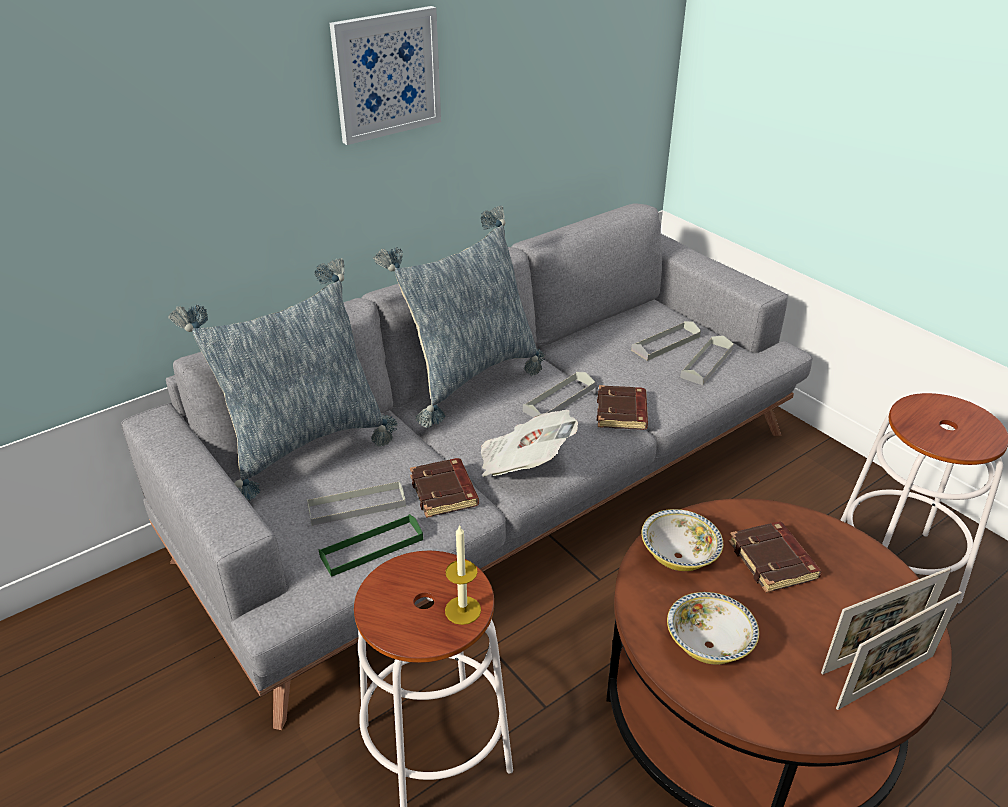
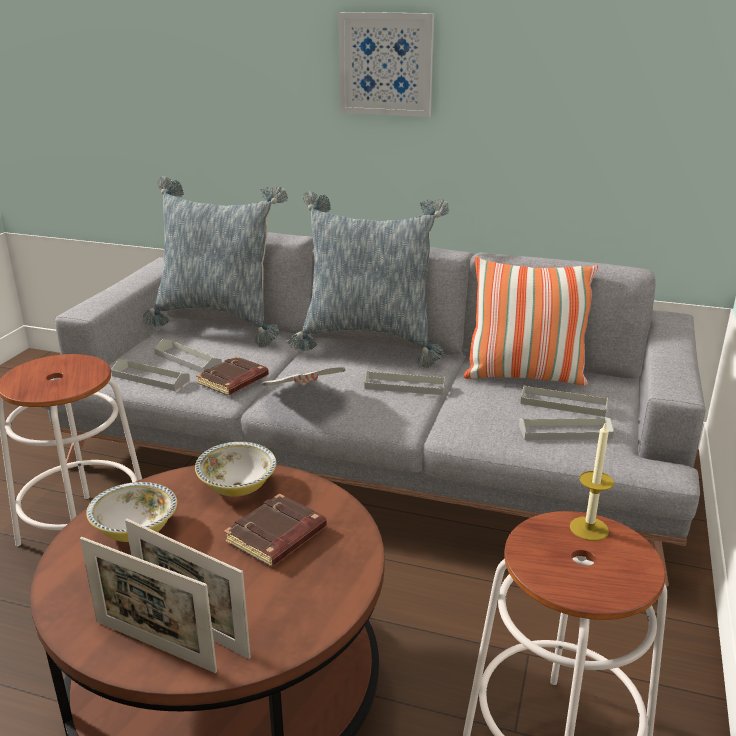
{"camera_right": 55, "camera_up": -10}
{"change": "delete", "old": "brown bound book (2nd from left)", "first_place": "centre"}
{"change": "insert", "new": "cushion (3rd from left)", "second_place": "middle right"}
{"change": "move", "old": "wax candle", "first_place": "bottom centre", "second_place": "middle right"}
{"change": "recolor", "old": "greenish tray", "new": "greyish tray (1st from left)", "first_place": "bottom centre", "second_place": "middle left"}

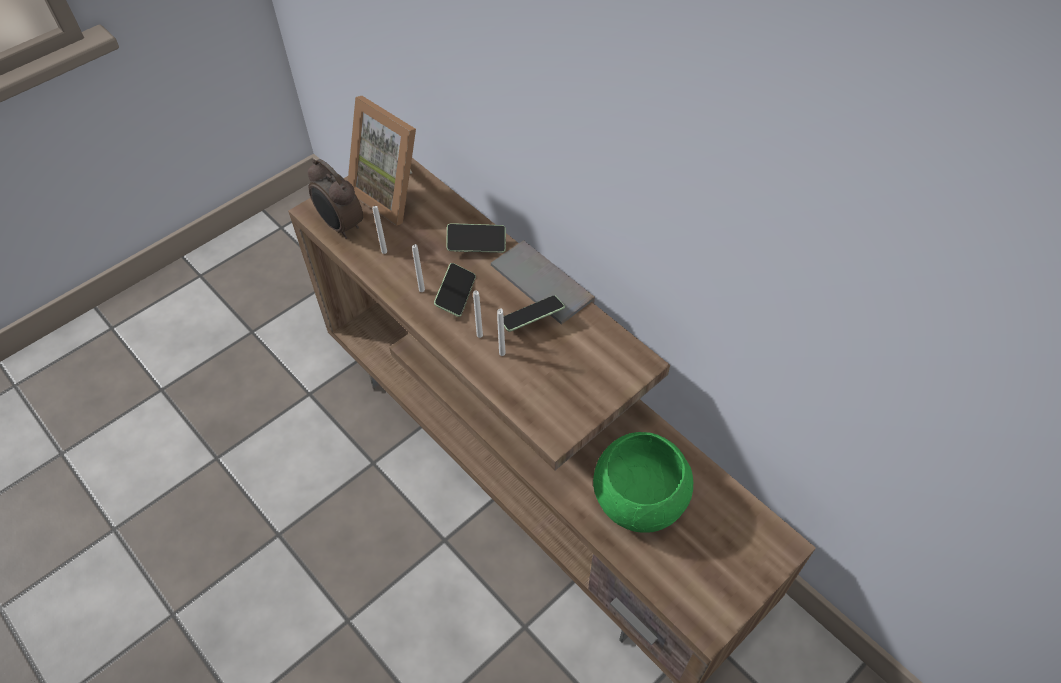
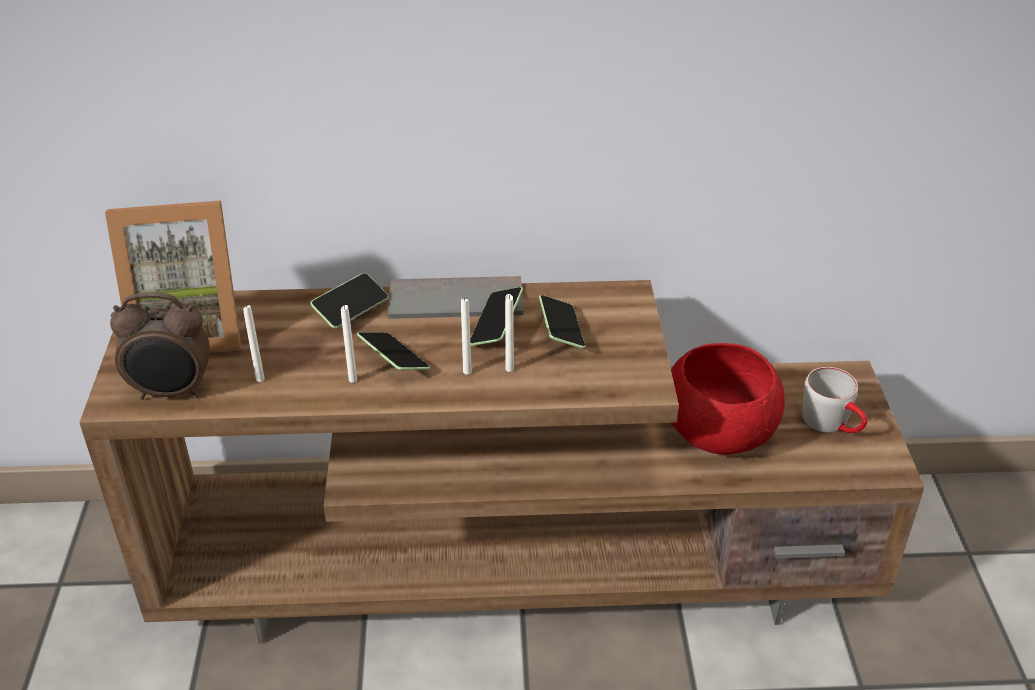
{"camera_right": -50, "camera_up": -15}
{"change": "insert", "new": "handset (4th from left)", "second_place": "centre"}
{"change": "insert", "new": "greyish tea mug", "second_place": "middle right"}
{"change": "recolor", "old": "greenish deep dish", "new": "reddish deep dish", "first_place": "bottom centre", "second_place": "middle right"}

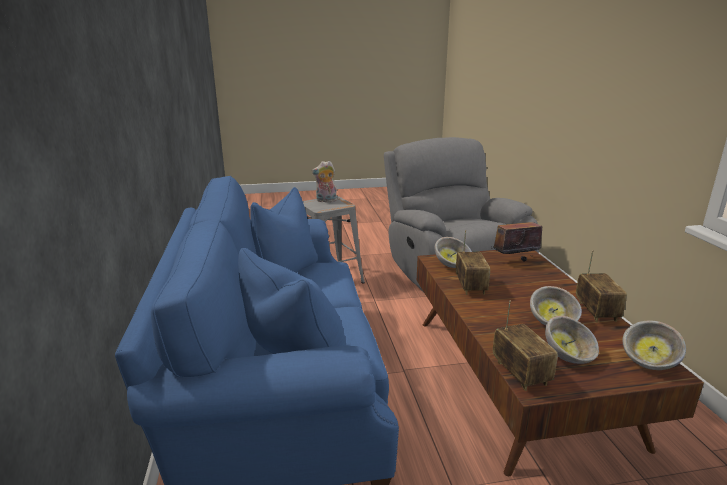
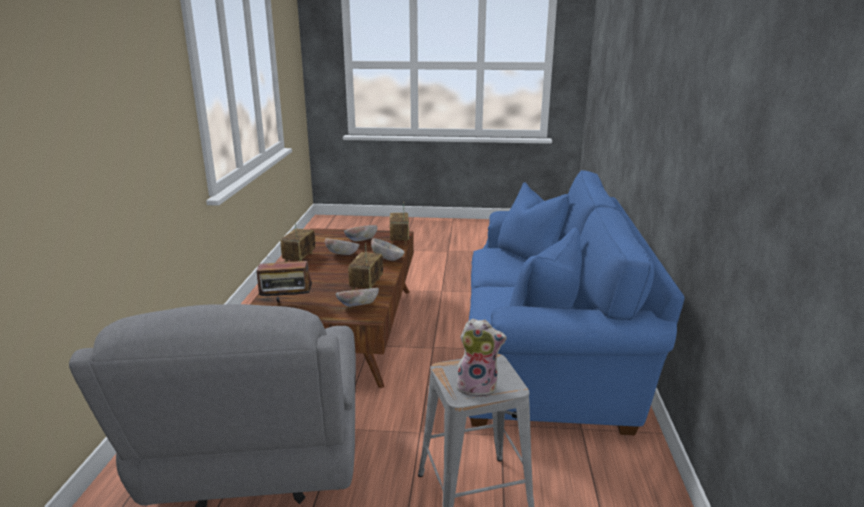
{"camera_right": -165, "camera_up": 0}
{"change": "move", "old": "deep dish (4th from left)", "first_place": "bottom right", "second_place": "centre"}

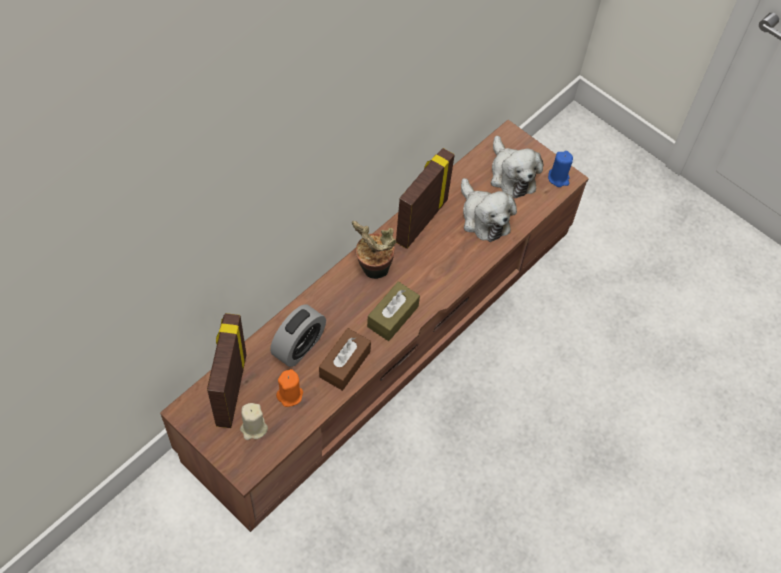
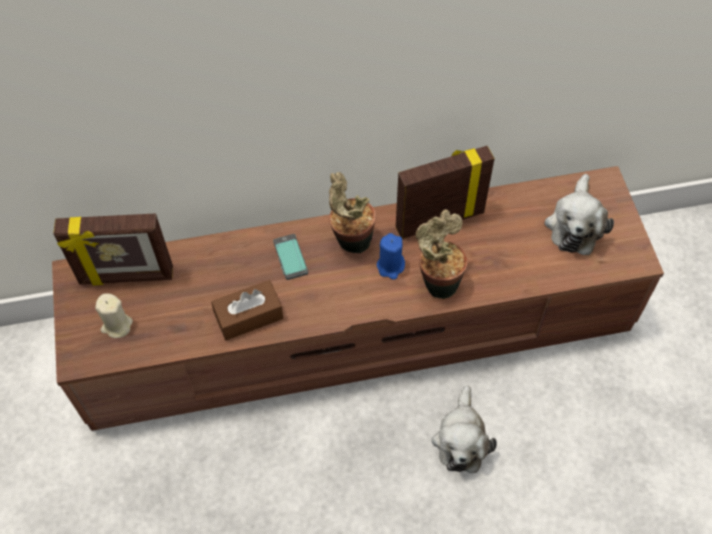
{"camera_right": 40, "camera_up": 0}
{"change": "delete", "old": "table clock", "first_place": "centre"}
{"change": "delete", "old": "orange-coloured wax candle", "first_place": "bottom centre"}
{"change": "delete", "old": "brown box of tissues (2nd from left)", "first_place": "centre"}
{"change": "insert", "new": "handset", "second_place": "centre"}
{"change": "insert", "new": "houseplant (2nd from left)", "second_place": "centre"}
{"change": "move", "old": "cuddly toy (1st from left)", "first_place": "centre", "second_place": "bottom centre"}
{"change": "move", "old": "bluish wax candle", "first_place": "top right", "second_place": "centre"}
{"change": "rotate", "old": "standing frame (1st from left)", "first_place": "middle left", "second_place": "middle left", "degrees": -135}

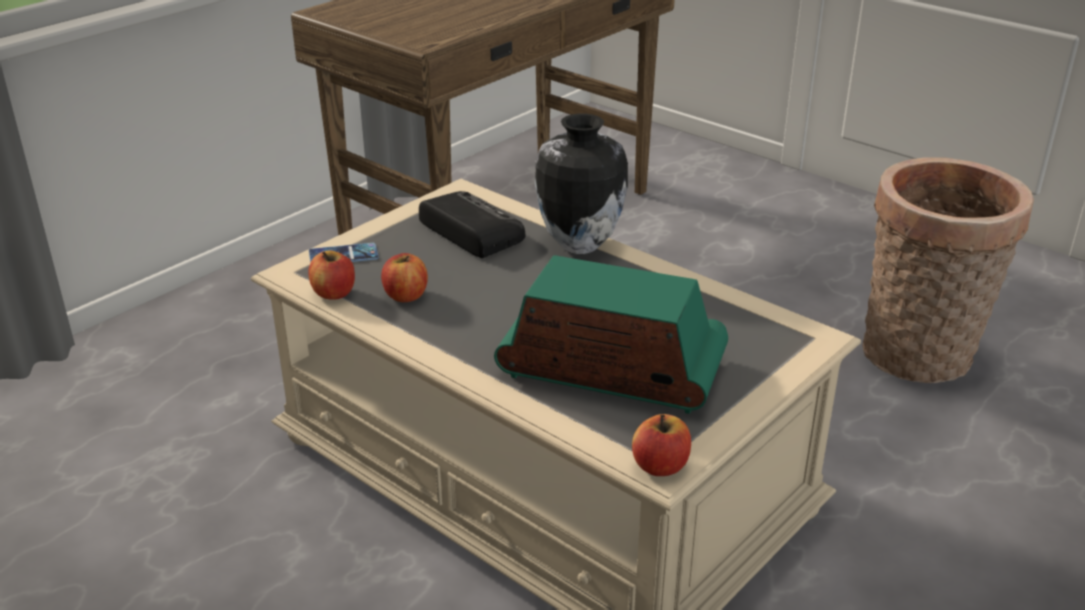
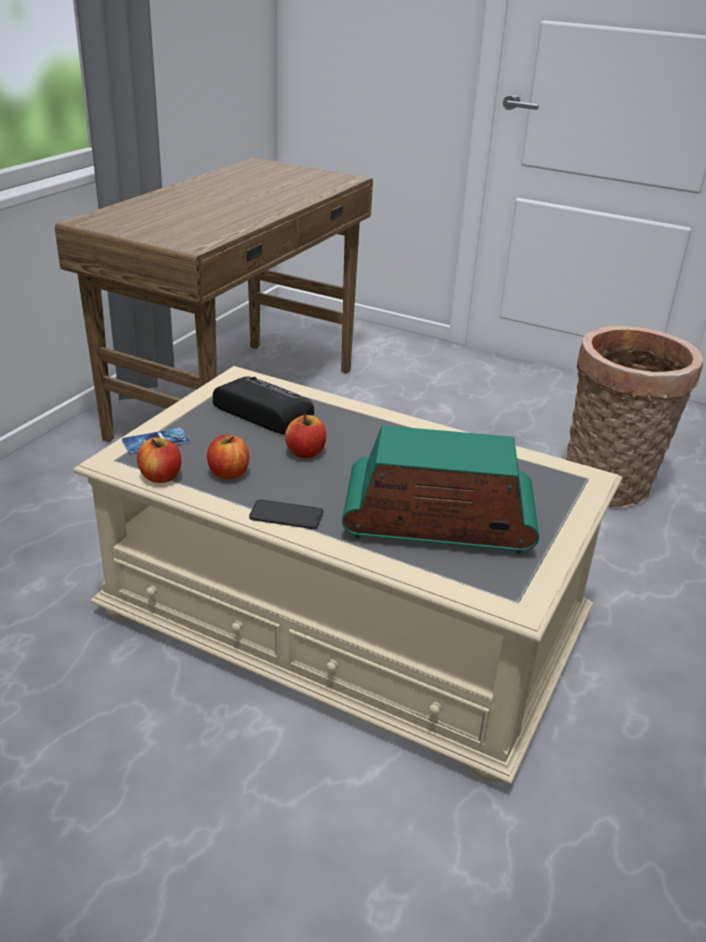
{"camera_right": -15, "camera_up": 0}
{"change": "delete", "old": "decorative vase", "first_place": "top centre"}
{"change": "insert", "new": "handset (2nd from left)", "second_place": "centre"}
{"change": "move", "old": "whole apple (3rd from left)", "first_place": "bottom centre", "second_place": "centre"}

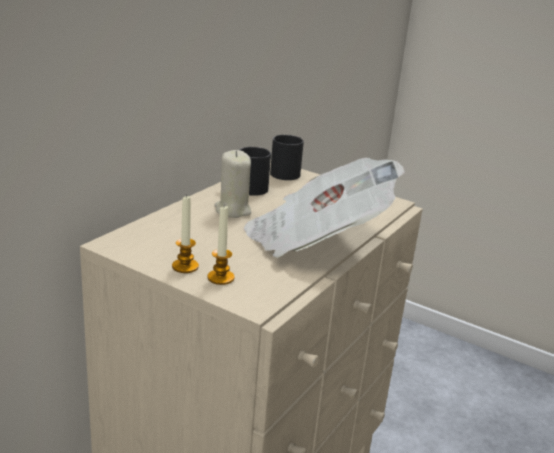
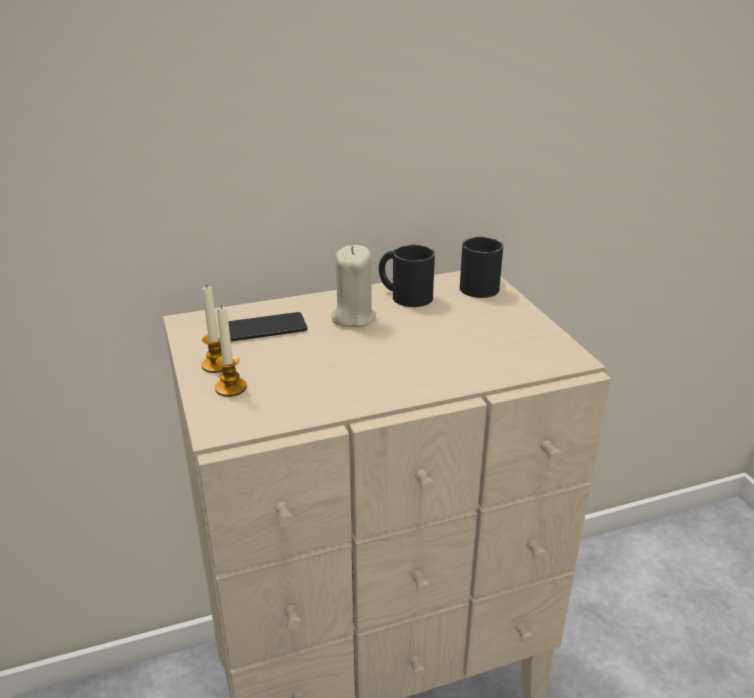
{"camera_right": 40, "camera_up": 5}
{"change": "delete", "old": "daily paper", "first_place": "centre"}
{"change": "insert", "new": "handset", "second_place": "centre"}

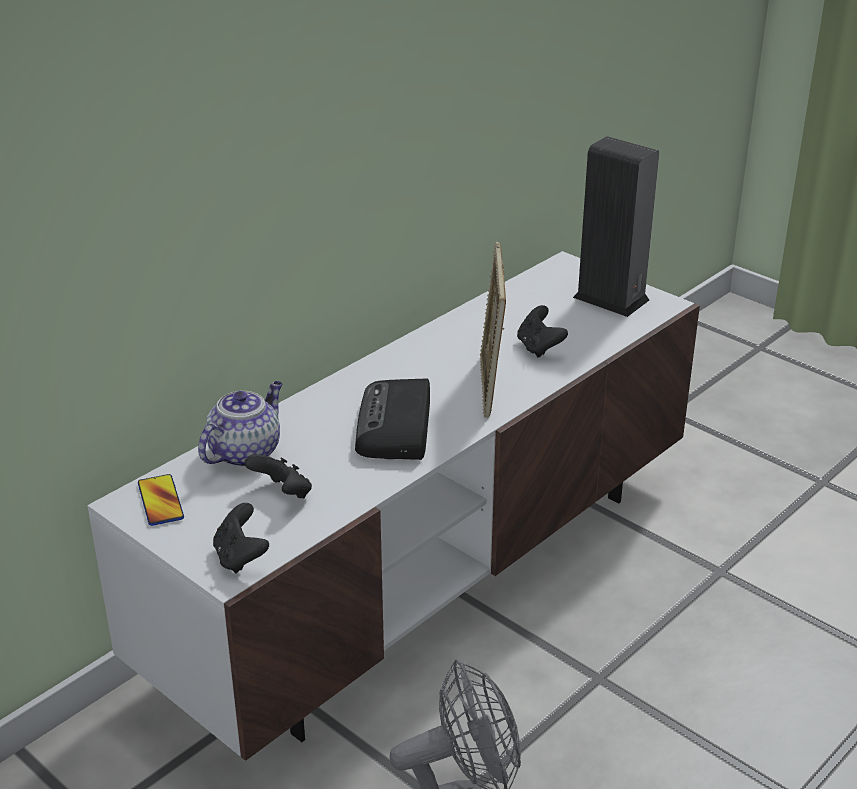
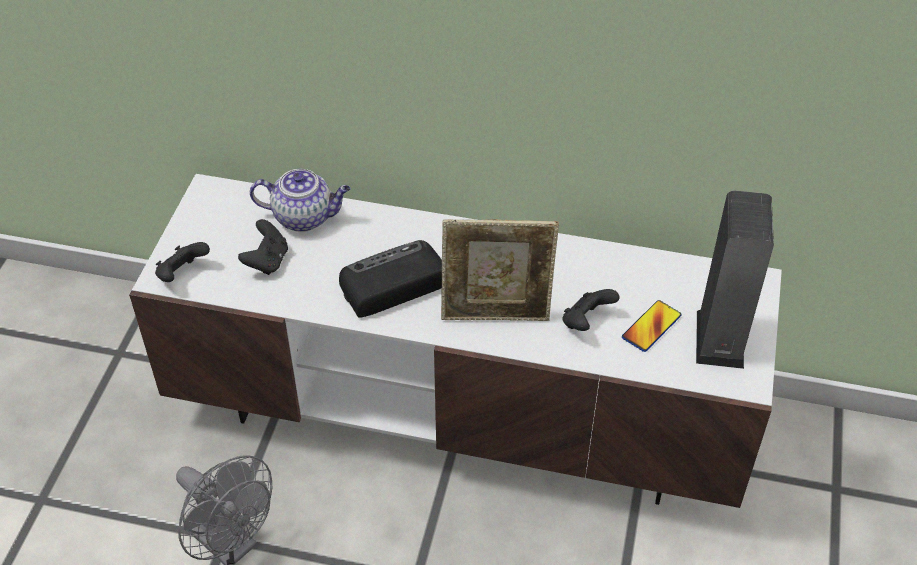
{"camera_right": 60, "camera_up": 15}
{"change": "move", "old": "handset", "first_place": "middle left", "second_place": "middle right"}
{"change": "rotate", "old": "standing frame", "first_place": "centre", "second_place": "centre", "degrees": -150}

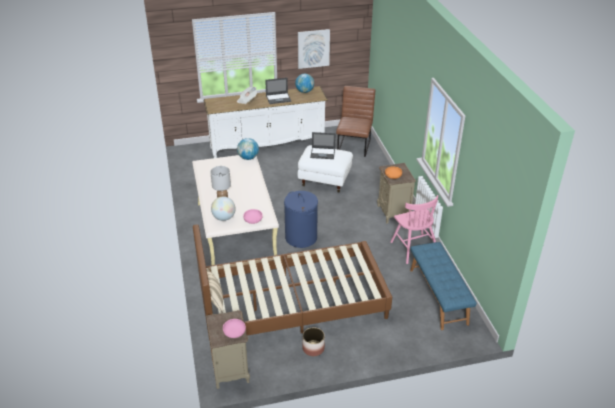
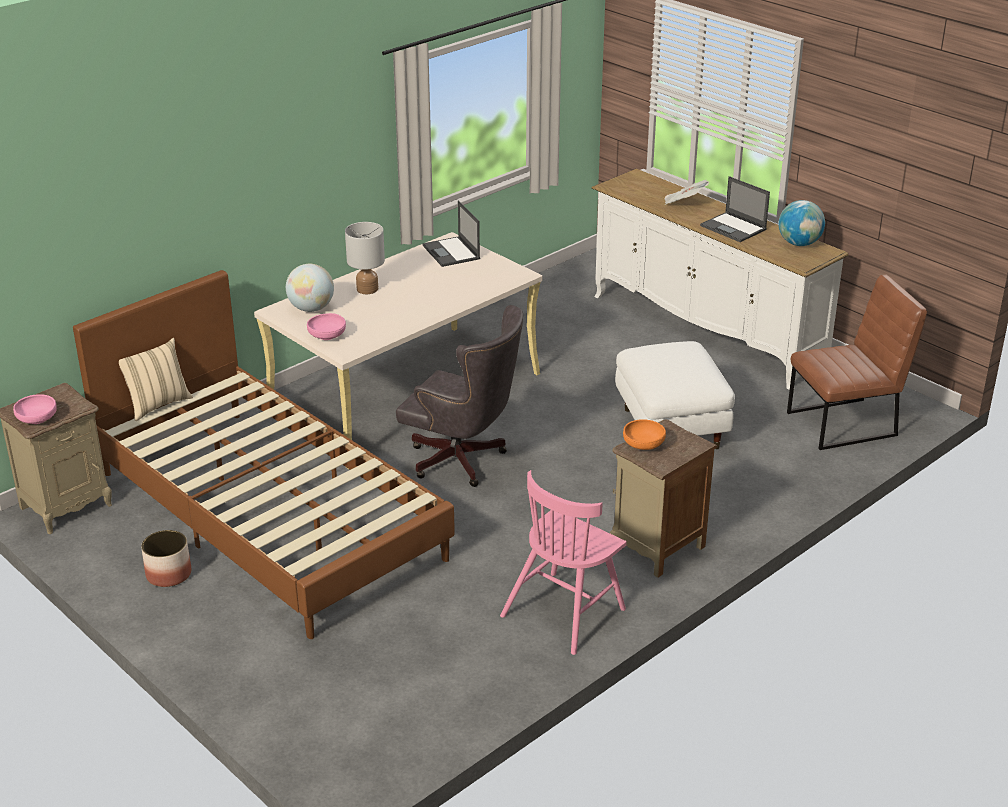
{"camera_right": 60, "camera_up": -5}
{"change": "delete", "old": "world globe (2nd from left)", "first_place": "centre"}
{"change": "delete", "old": "wall picture", "first_place": "top centre"}
{"change": "delete", "old": "bluish bench", "first_place": "bottom right"}
{"change": "move", "old": "portable computer (2nd from left in the first image)", "new": "portable computer (1st from left)", "first_place": "centre", "second_place": "top centre"}
{"change": "replace", "old": "bluish laundry basket", "new": "greyish office chair", "first_place": "centre", "second_place": "centre"}

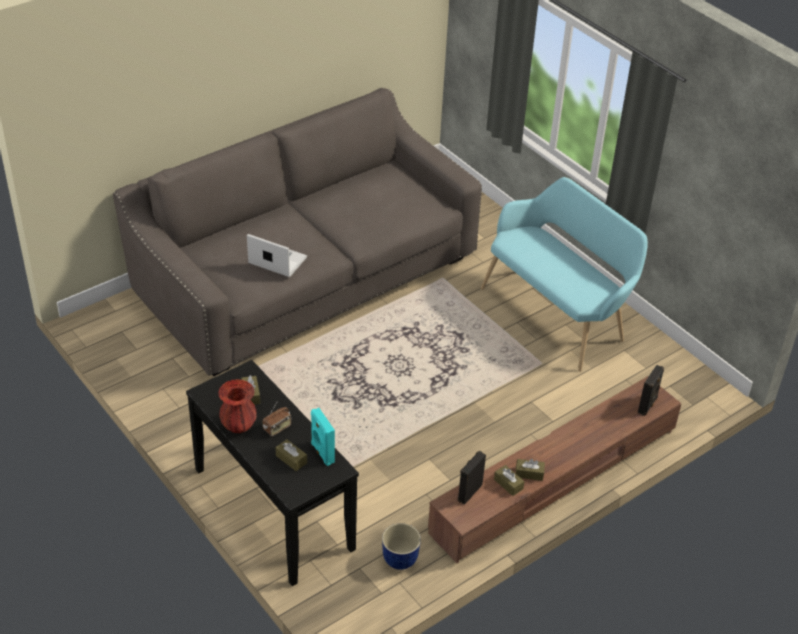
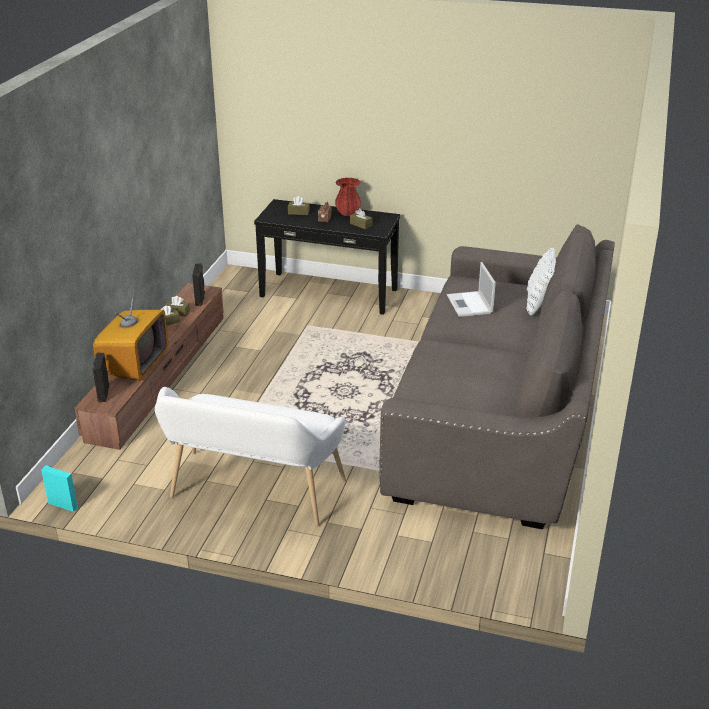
{"camera_right": 145, "camera_up": -10}
{"change": "delete", "old": "flower pot", "first_place": "bottom centre"}
{"change": "insert", "new": "TV", "second_place": "middle left"}
{"change": "insert", "new": "white-coloured cushion", "second_place": "middle right"}
{"change": "move", "old": "turquoise audio speaker", "first_place": "bottom centre", "second_place": "bottom left"}
{"change": "recolor", "old": "turquoise bench", "new": "white-coloured bench", "first_place": "middle right", "second_place": "centre"}
{"change": "rotate", "old": "portable computer", "first_place": "centre", "second_place": "centre", "degrees": 90}

